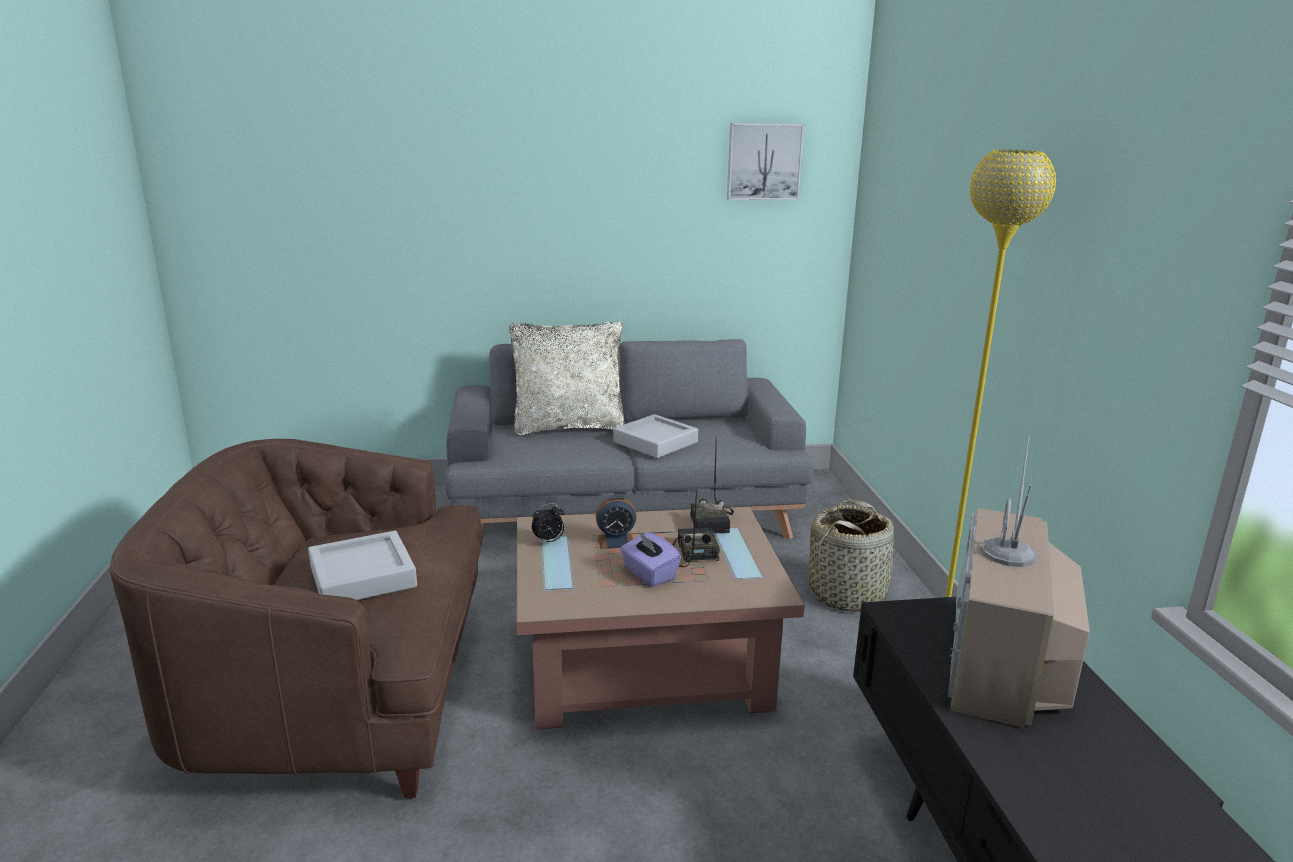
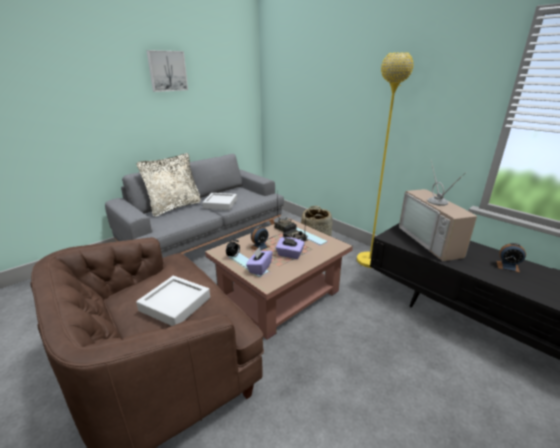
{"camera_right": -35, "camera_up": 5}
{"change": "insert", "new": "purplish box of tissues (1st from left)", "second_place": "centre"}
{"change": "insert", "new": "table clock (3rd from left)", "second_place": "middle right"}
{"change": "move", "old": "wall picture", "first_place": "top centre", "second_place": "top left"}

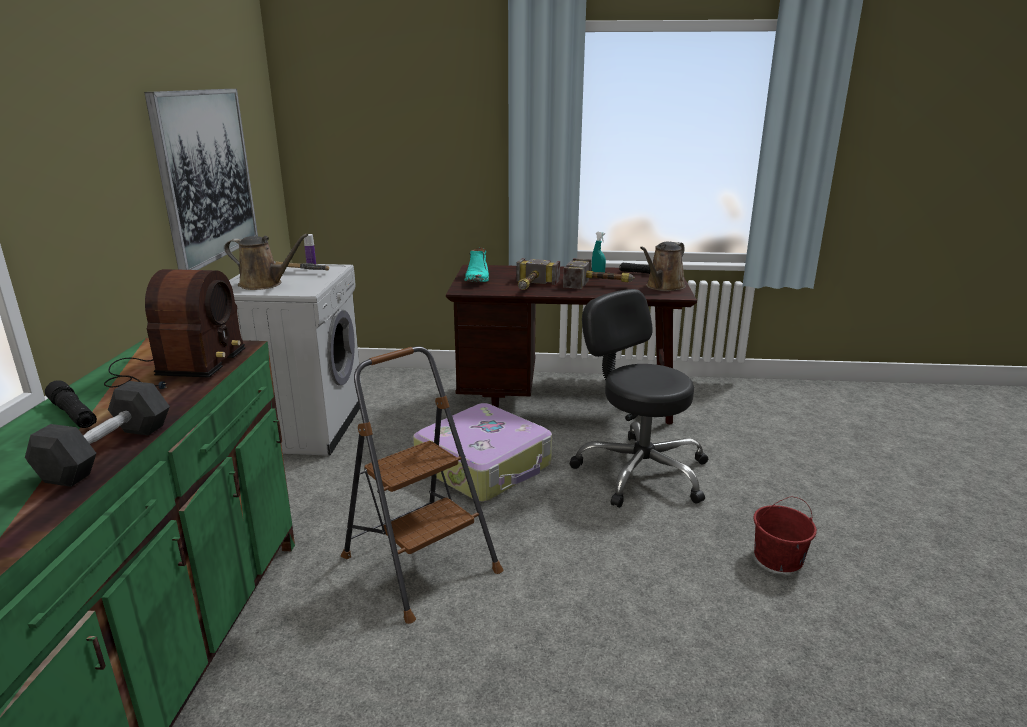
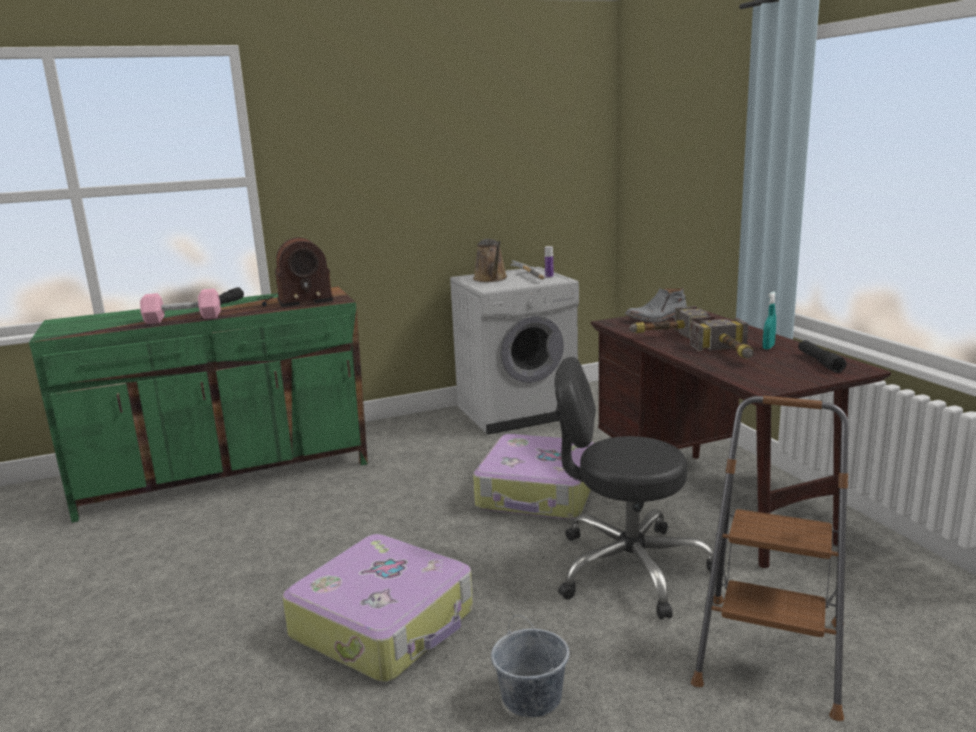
{"camera_right": 65, "camera_up": -5}
{"change": "delete", "old": "wall picture", "first_place": "top left"}
{"change": "delete", "old": "brown watering pot (2nd from left)", "first_place": "centre"}
{"change": "insert", "new": "piece of luggage (1st from left)", "second_place": "bottom centre"}
{"change": "move", "old": "brown stepladder", "first_place": "bottom centre", "second_place": "bottom right"}
{"change": "recolor", "old": "black dumbbell", "new": "pink-coloured dumbbell", "first_place": "middle left", "second_place": "middle left"}
{"change": "recolor", "old": "turquoise boot", "new": "greyish boot", "first_place": "centre", "second_place": "middle right"}
{"change": "recolor", "old": "reddish water bucket", "new": "greyish water bucket", "first_place": "bottom right", "second_place": "bottom centre"}
{"change": "rotate", "old": "black office chair", "first_place": "centre", "second_place": "bottom centre", "degrees": -105}

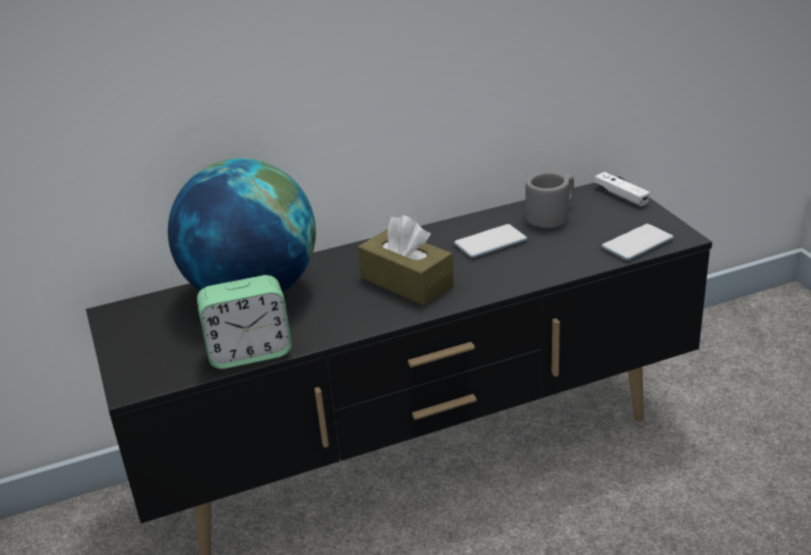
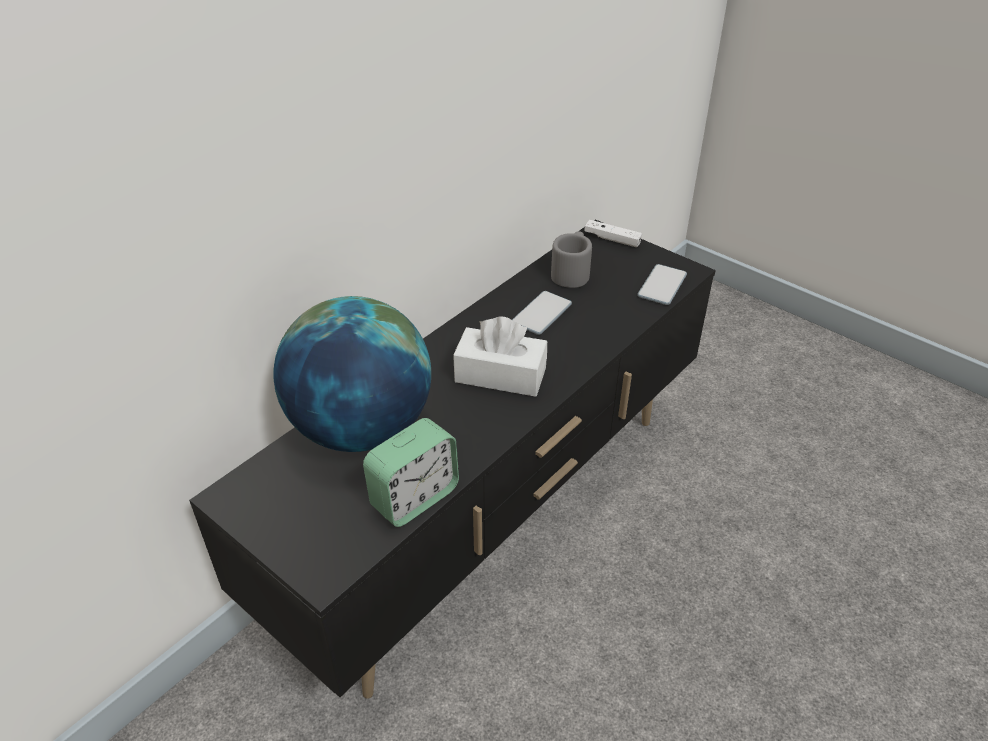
{"camera_right": -30, "camera_up": 10}
{"change": "recolor", "old": "brown box of tissues", "new": "white-coloured box of tissues", "first_place": "centre", "second_place": "centre"}

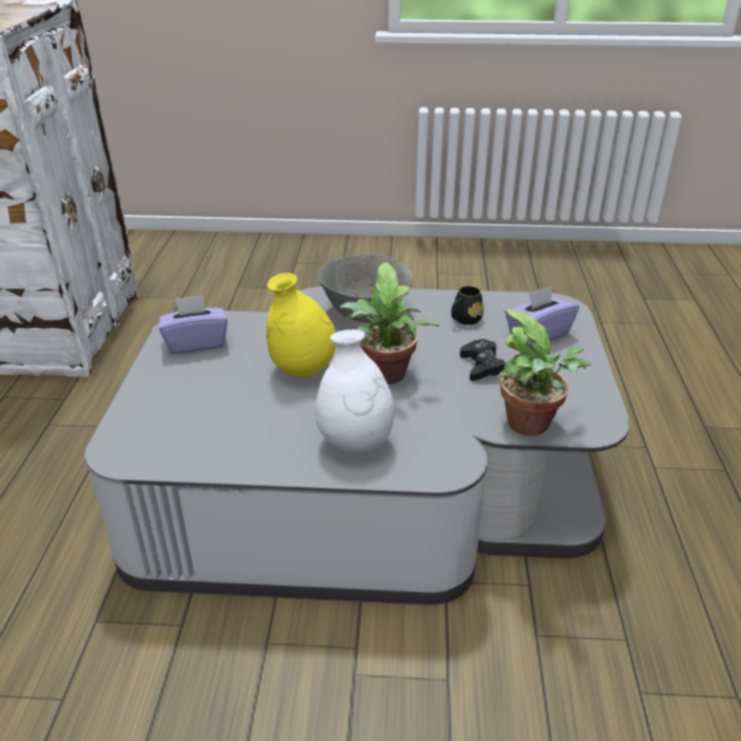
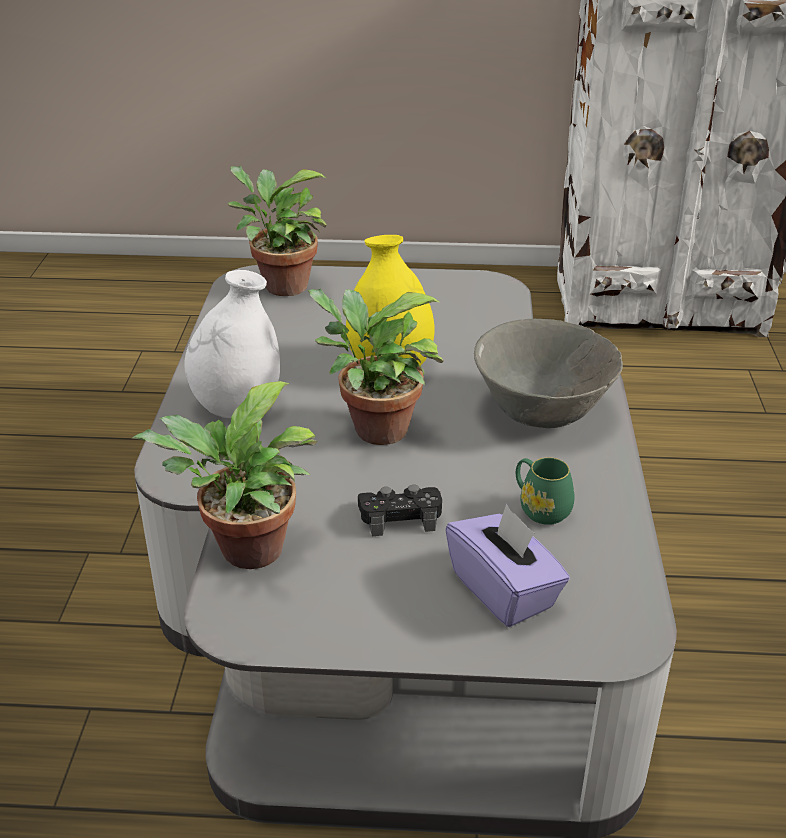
{"camera_right": 90, "camera_up": 0}
{"change": "delete", "old": "purplish box of tissues (1st from left)", "first_place": "middle left"}
{"change": "insert", "new": "houseplant (2nd from left)", "second_place": "top centre"}
{"change": "recolor", "old": "black tea mug", "new": "greenish tea mug", "first_place": "centre", "second_place": "middle right"}

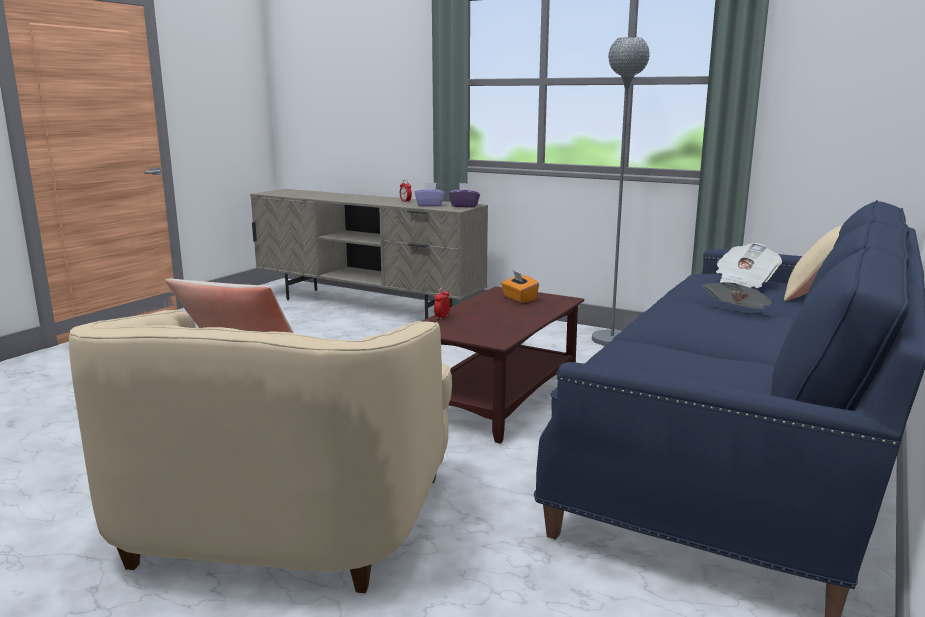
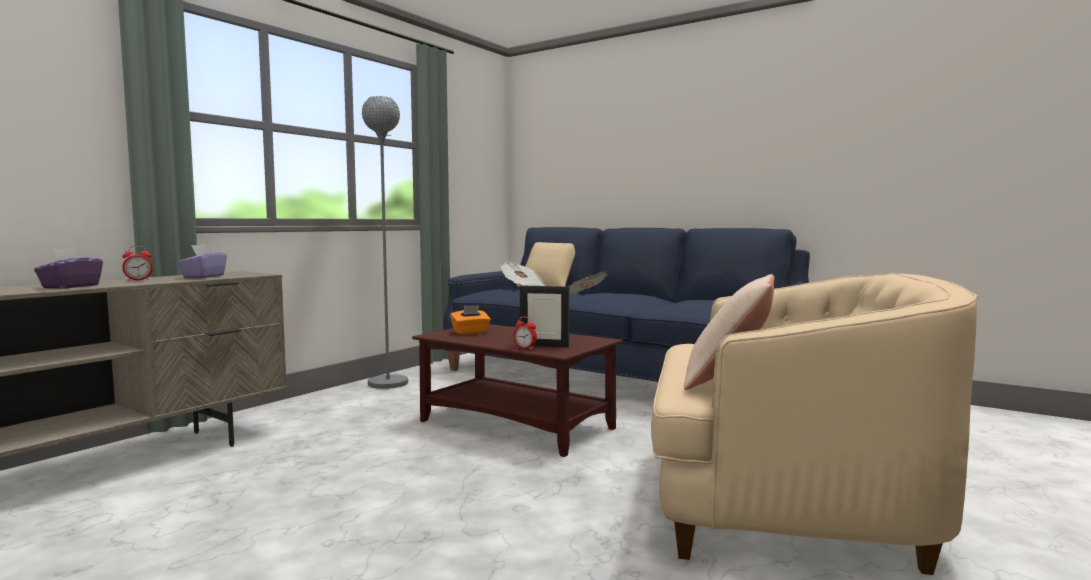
{"camera_right": -85, "camera_up": -10}
{"change": "insert", "new": "standing frame", "second_place": "centre"}
{"change": "move", "old": "purplish box of tissues (2nd from left in the first image)", "new": "purplish box of tissues (1st from left)", "first_place": "top centre", "second_place": "middle left"}

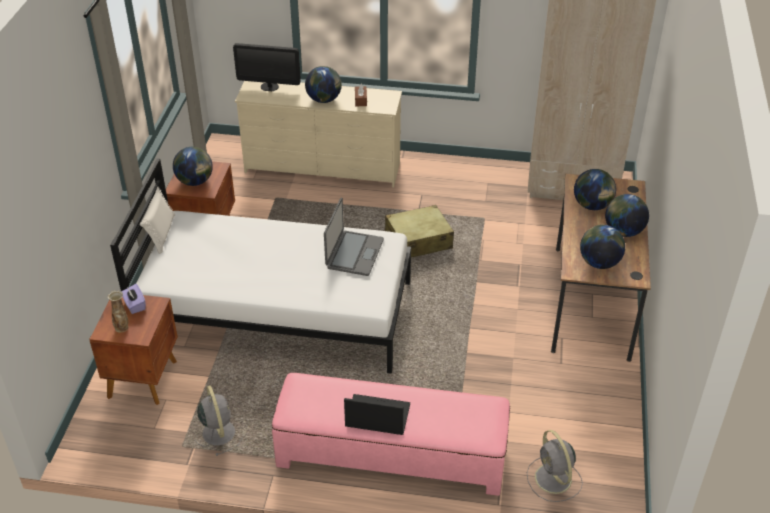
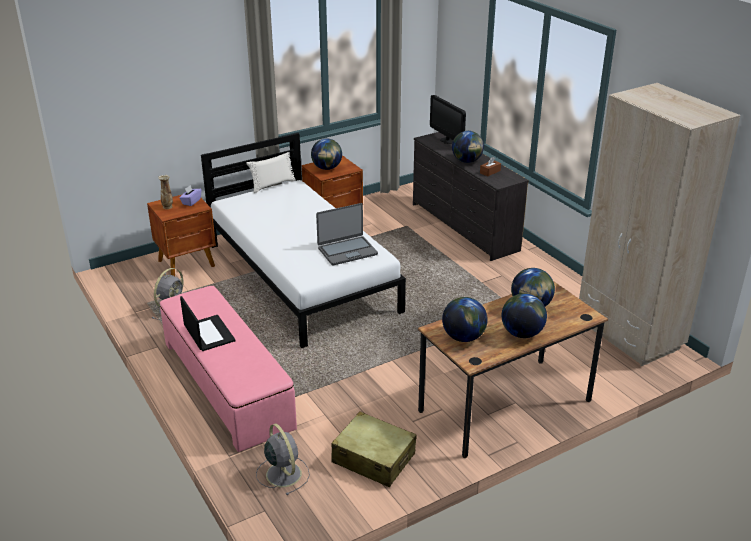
{"camera_right": 50, "camera_up": -10}
{"change": "move", "old": "beige piece of luggage", "first_place": "centre", "second_place": "bottom centre"}
{"change": "recolor", "old": "beige drawer chest", "new": "black drawer chest", "first_place": "top centre", "second_place": "centre"}
{"change": "rotate", "old": "greyish fan (2nd from left)", "first_place": "bottom right", "second_place": "bottom centre", "degrees": 120}

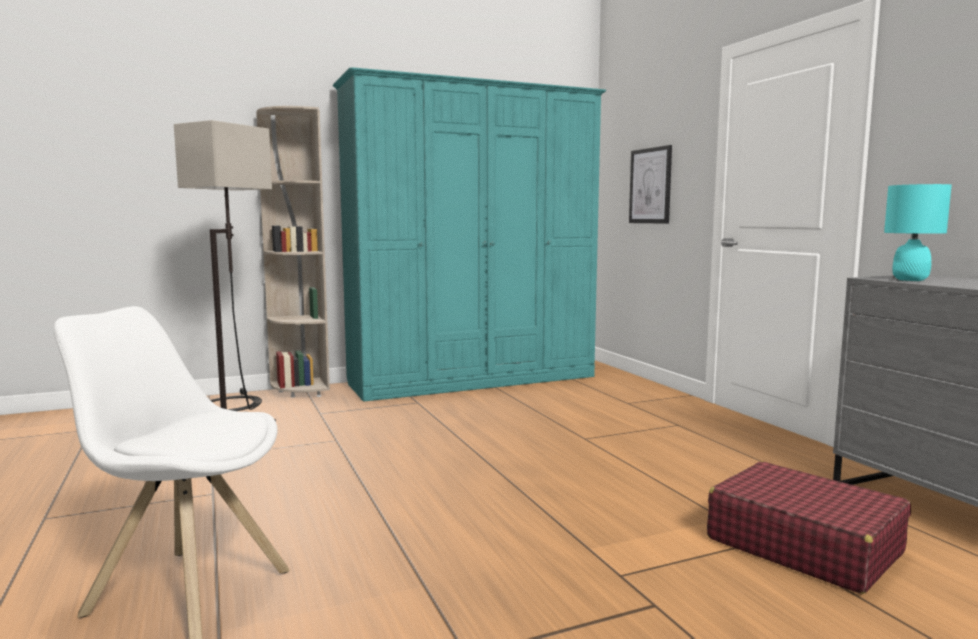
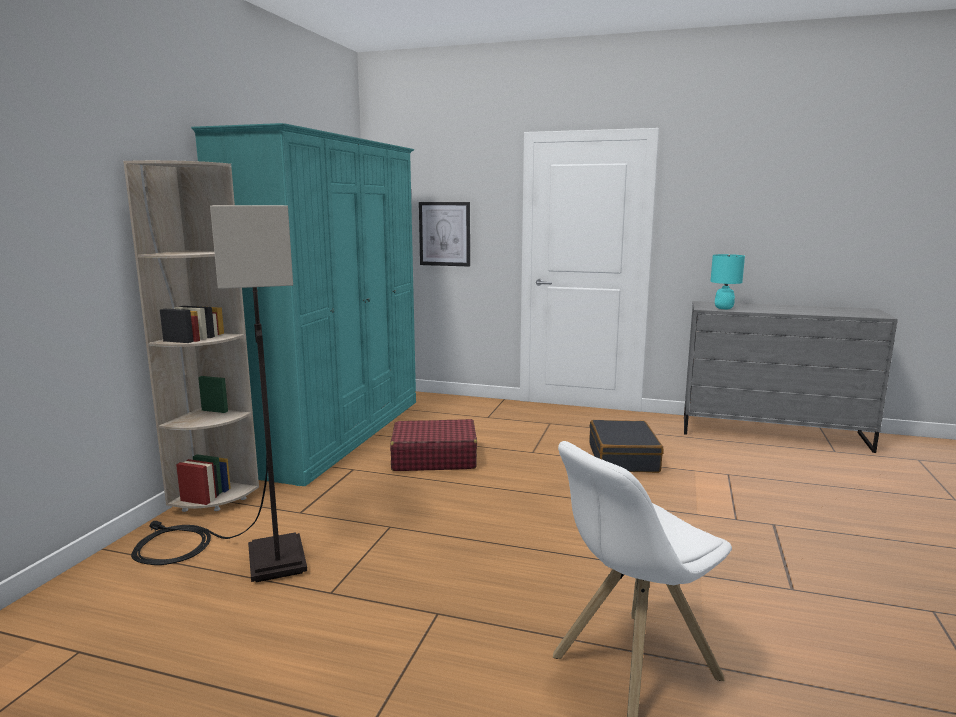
{"camera_right": -50, "camera_up": 5}
{"change": "insert", "new": "black piece of luggage", "second_place": "centre"}
{"change": "move", "old": "reddish piece of luggage", "first_place": "bottom right", "second_place": "centre"}

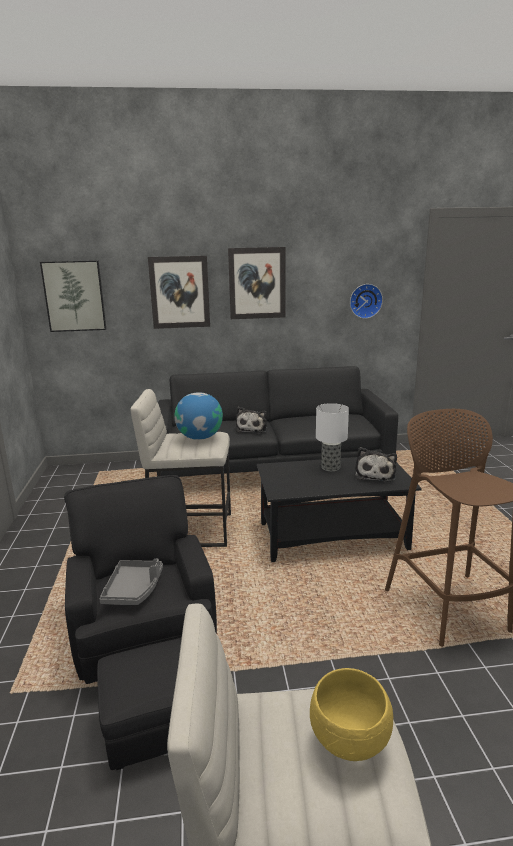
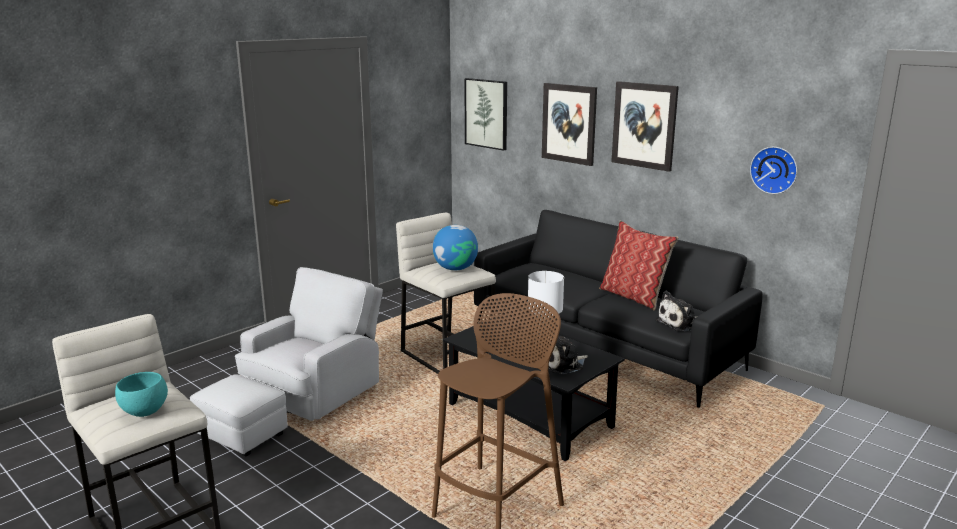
{"camera_right": 50, "camera_up": 0}
{"change": "delete", "old": "greyish tray", "first_place": "bottom left"}
{"change": "insert", "new": "cushion", "second_place": "middle right"}
{"change": "move", "old": "cuddly toy (1st from left in the first image)", "new": "cuddly toy (2nd from left)", "first_place": "centre", "second_place": "middle right"}
{"change": "recolor", "old": "black easy chair", "new": "white-coloured easy chair", "first_place": "bottom left", "second_place": "bottom left"}
{"change": "recolor", "old": "yellow-coloured deep dish", "new": "turquoise deep dish", "first_place": "bottom right", "second_place": "bottom left"}

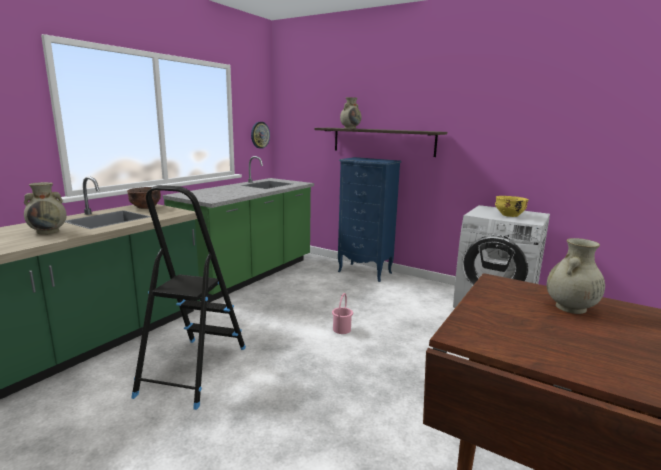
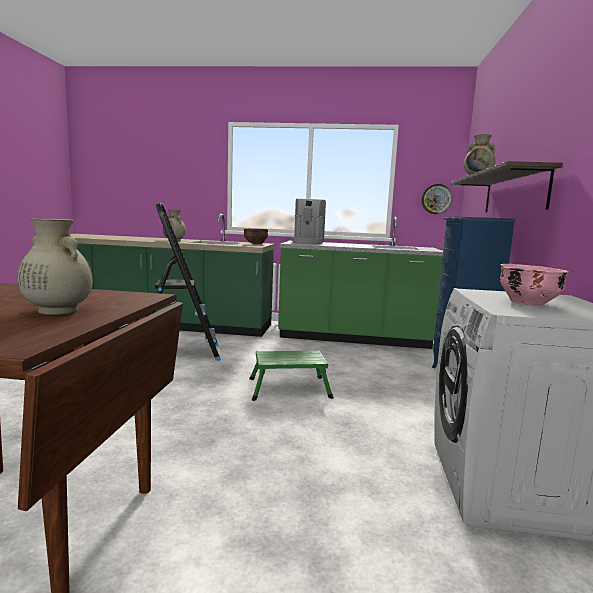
{"camera_right": 65, "camera_up": -5}
{"change": "insert", "new": "coffee brewer", "second_place": "centre"}
{"change": "replace", "old": "pink-coloured water bucket", "new": "greenish stepladder", "first_place": "centre", "second_place": "centre"}
{"change": "recolor", "old": "yellow-coloured deep dish", "new": "pink-coloured deep dish", "first_place": "middle right", "second_place": "middle right"}

